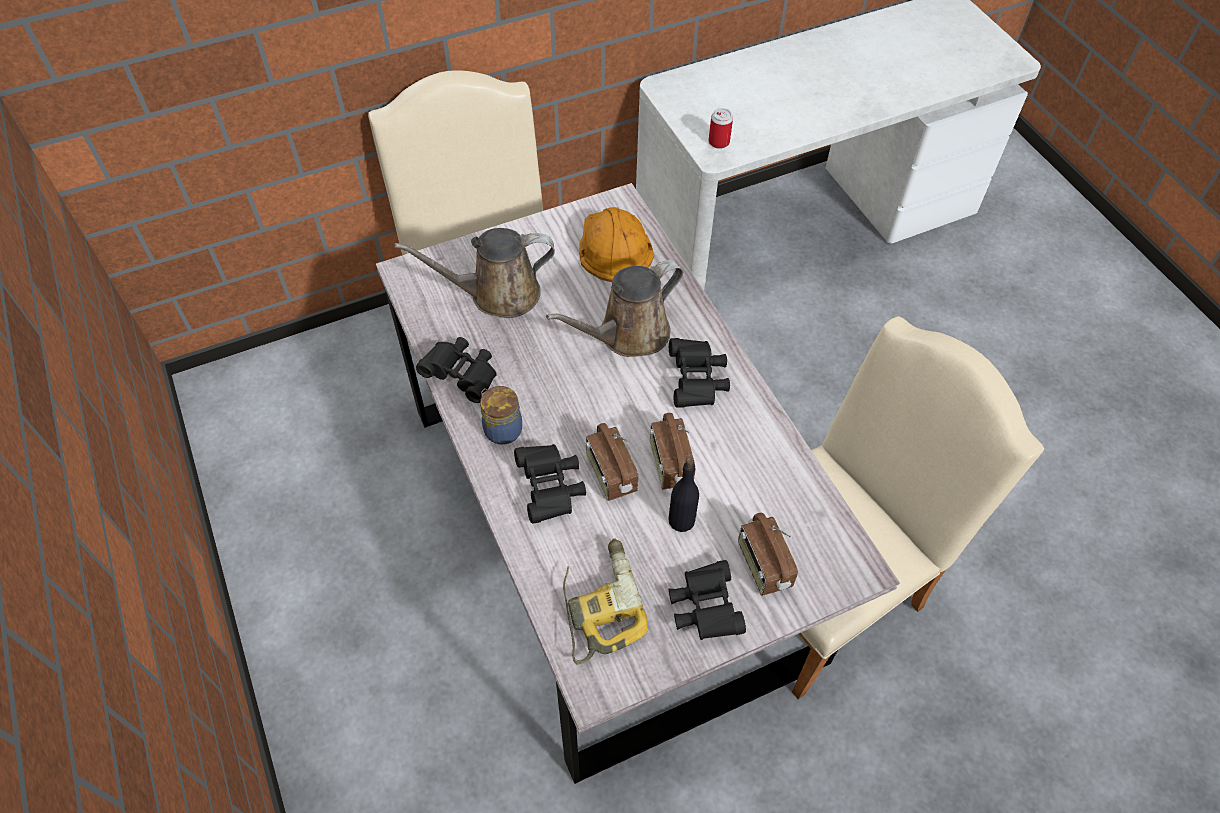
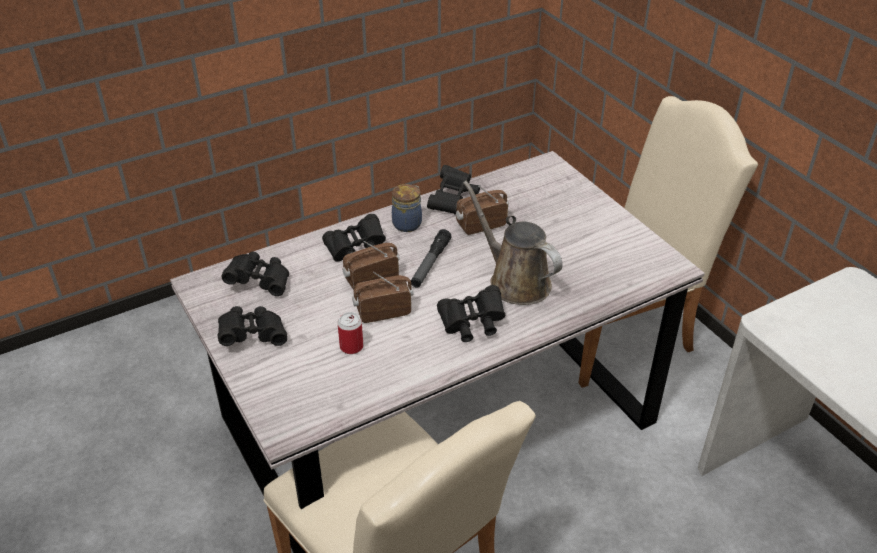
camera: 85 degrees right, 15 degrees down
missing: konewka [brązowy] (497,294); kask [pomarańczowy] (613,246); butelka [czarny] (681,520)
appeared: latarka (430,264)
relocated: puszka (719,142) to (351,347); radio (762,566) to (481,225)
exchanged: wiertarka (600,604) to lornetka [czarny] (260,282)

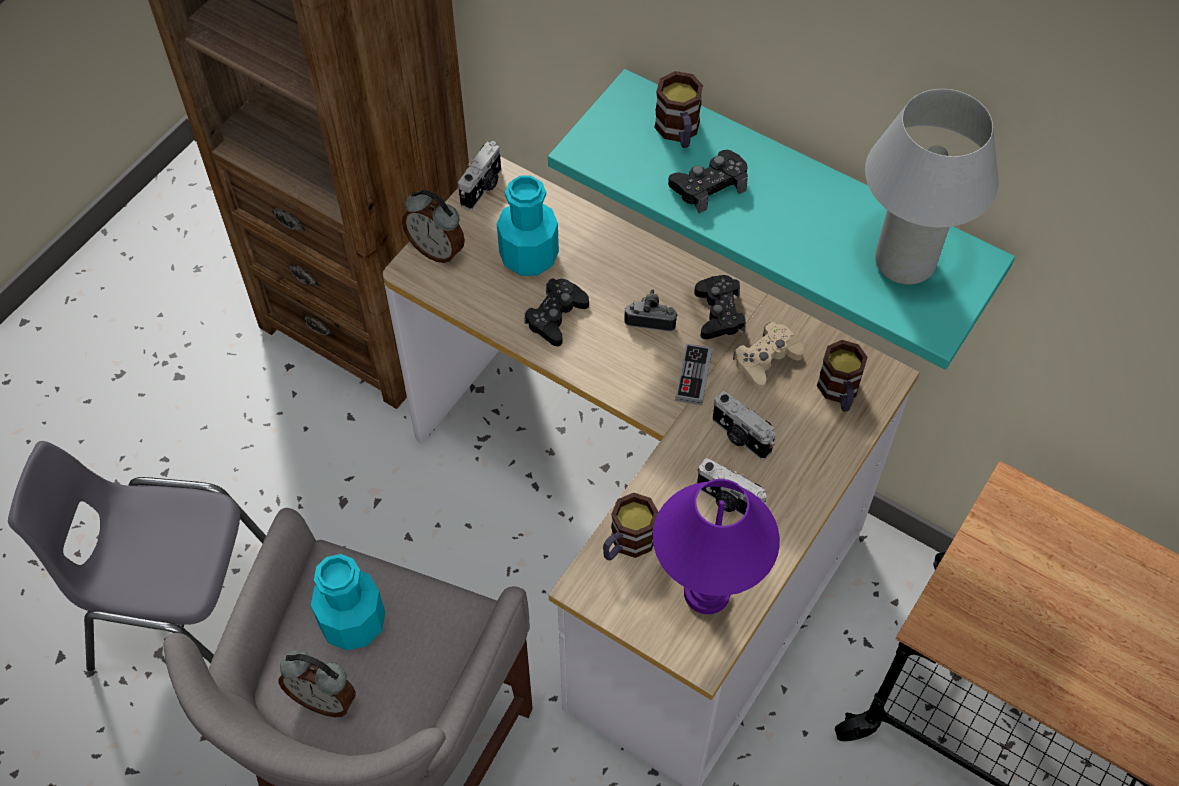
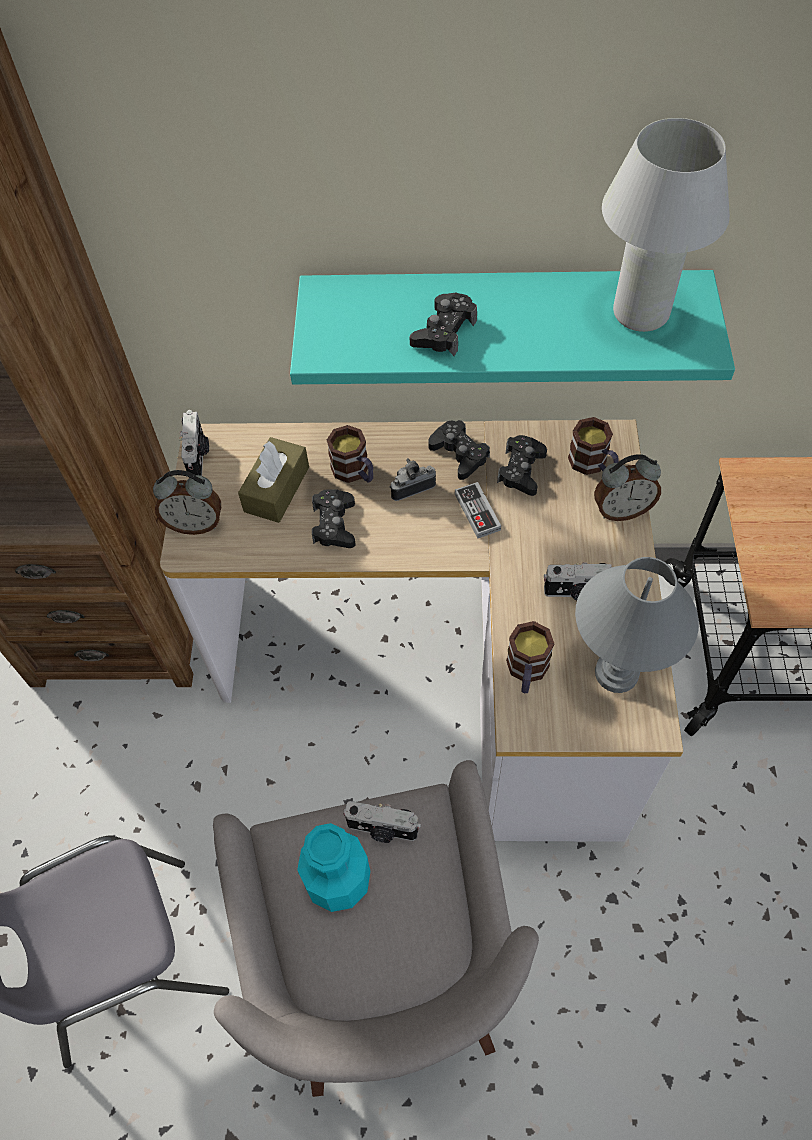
camera: 30 degrees left, 0 degrees up
relocated: kubek (679,132) to (355,472); aparat fotograficzny (740,437) to (382,830); budzik (324,698) to (621,510)
exchanged: butelka [turkusowy] (529,256) to pudełko chusteczek [brązowy] (276,489)
colour: pad do gier [beżowy] (766,360) to pad do gier [czarny] (521,470); lampa stołowa [fioletowy] (707,593) to lampa stołowa [szary] (617,673)

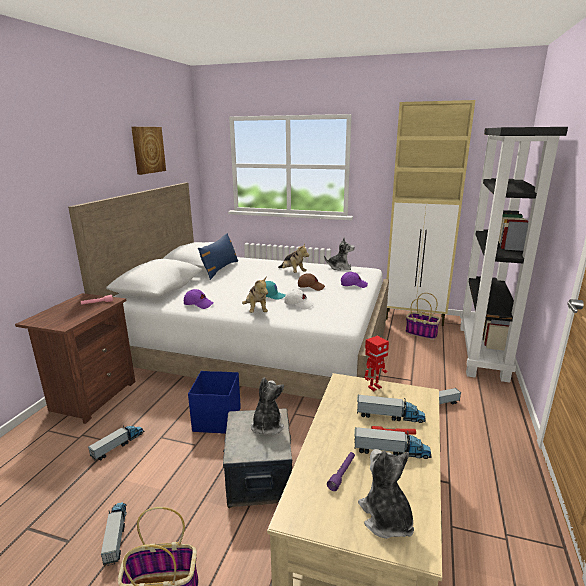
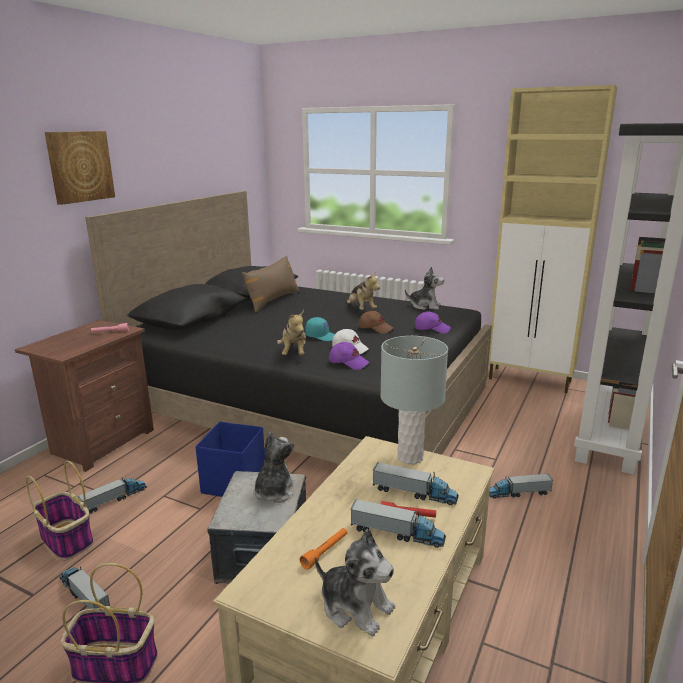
camera: 10 degrees right, 0 degrees up
relocated: koszyk (422,333) to (67,540); obraz (148,150) to (80,166); czapka z daszkiem [fioletowy] (198,304) to (349,363)
exchanged: robot zabawkowy (374,387) to lampa stołowa [szary] (410,457)
colour: łóżko [biały] (257,345) to łóżko [czarny] (310,399); poduszka [niebieski] (220,269) to poduszka [brązowy] (272,300); latarka [fioletowy] (342,474) to latarka [pomarańczowy] (325,552)
spun: ciężarówka zabawkowa (116,535) = (84,595) 45 degrees counterclockwise; pluszak (386,518) = (355,607) 135 degrees clockwise

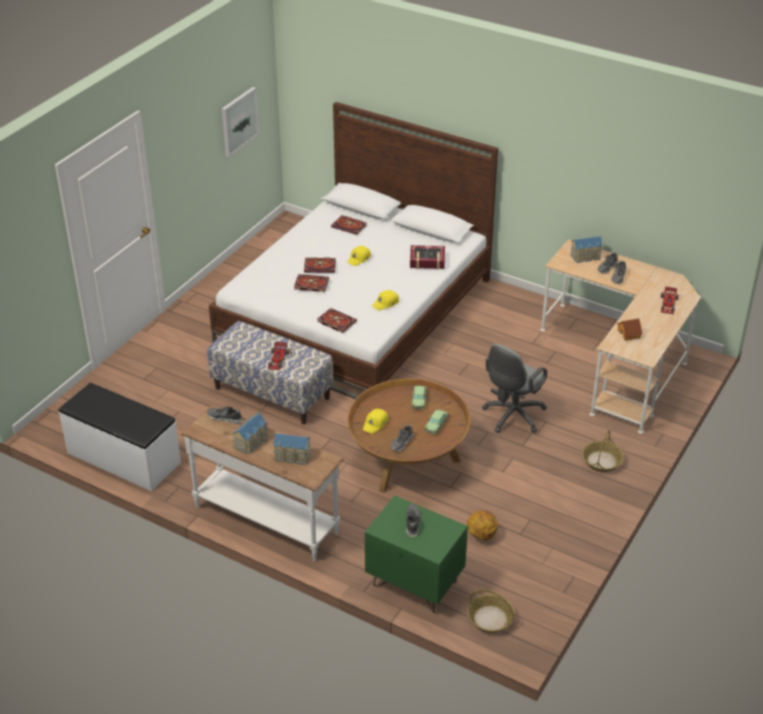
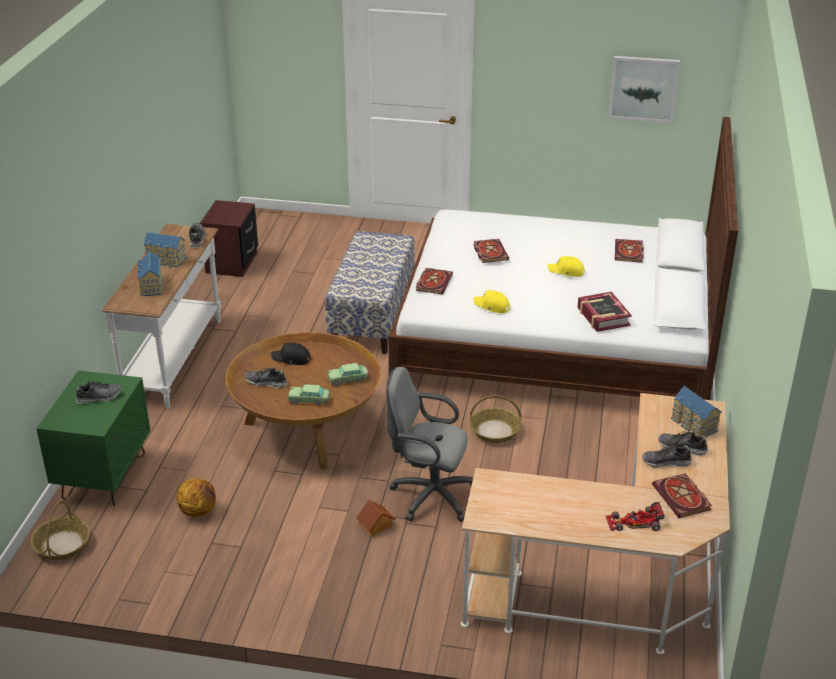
camera: 70 degrees right, 5 degrees down
missing: samochodzik (277,359)
relocated: domek (629,334) to (376,525); koszyk (602,461) to (494,431); książka (321,266) to (683,498)
exchanged: ławka [biały] (123,458) to szafka nocna [brązowy] (232,263)
colour: czapka z daszkiem [żółty] (375,424) to czapka z daszkiem [czarny] (291,359)

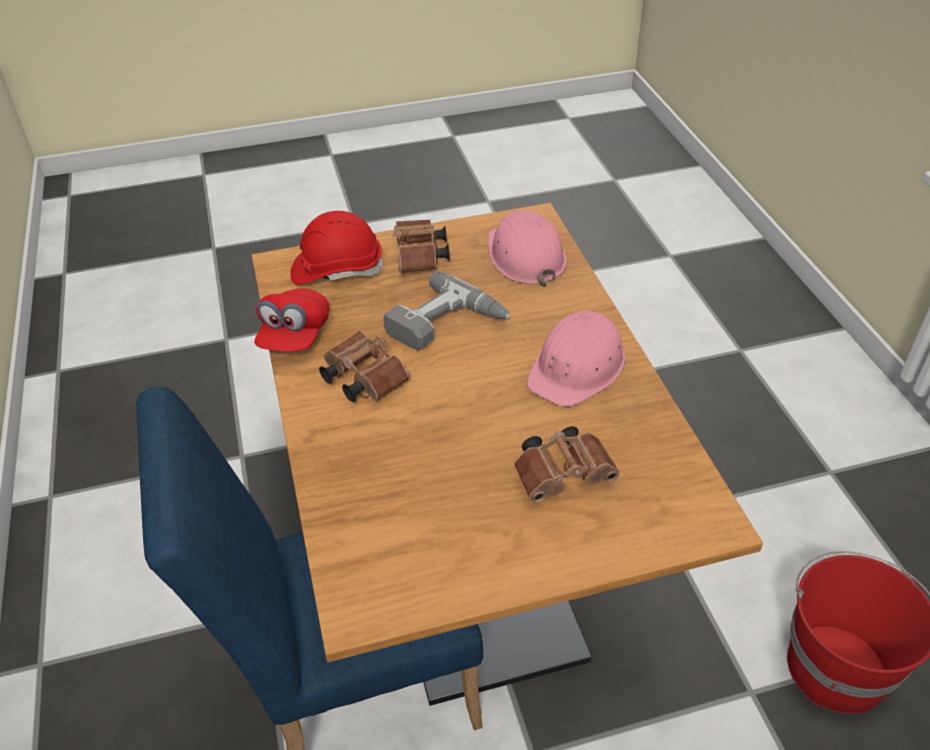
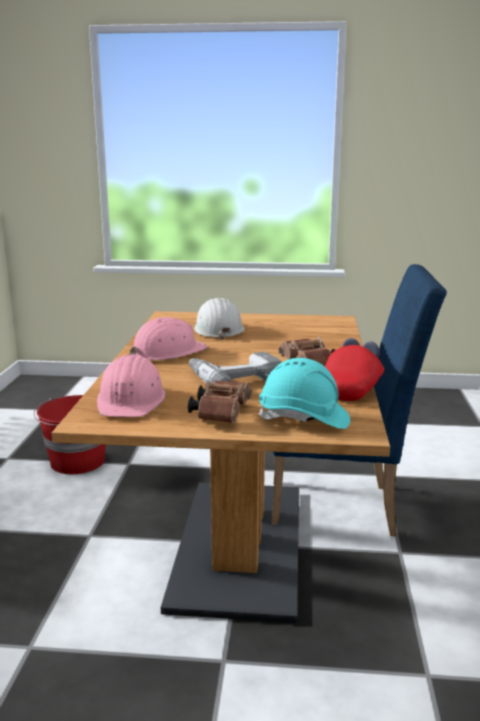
camera: 160 degrees left, 25 degrees down
exchanged: lornetka [brązowy] (565,475) to kask [biały] (218,329)
colour: kask [czerwony] (337,269) to kask [turkusowy] (304,419)

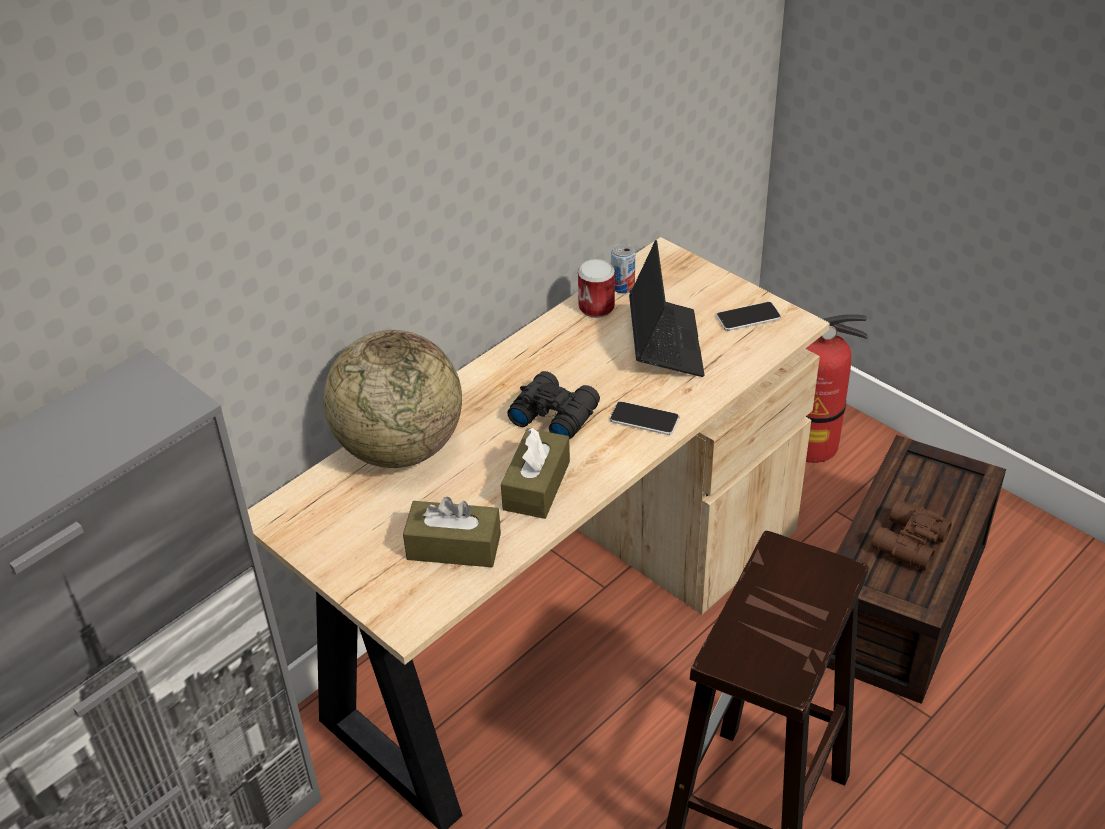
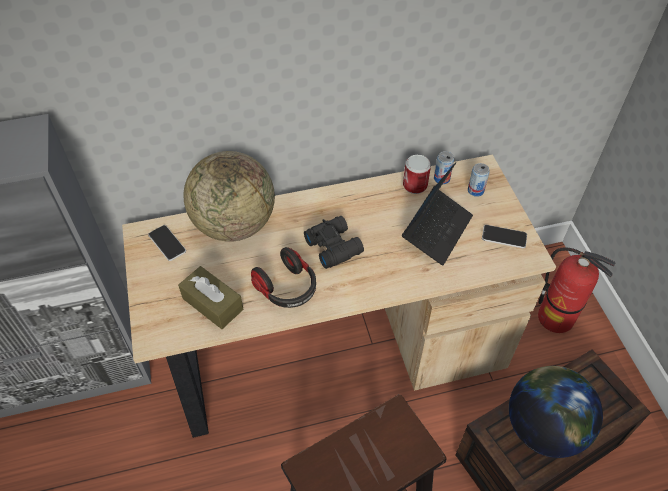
camera: 30 degrees right, 10 degrees up
appeared: puszka (475,190)
relocated: telefon (644,419) to (167,243)
exchanged: pudełko chusteczek [brązowy] (536,485) to słuchawki (287,288); lornetka [brązowy] (907,543) to globus (543,427)

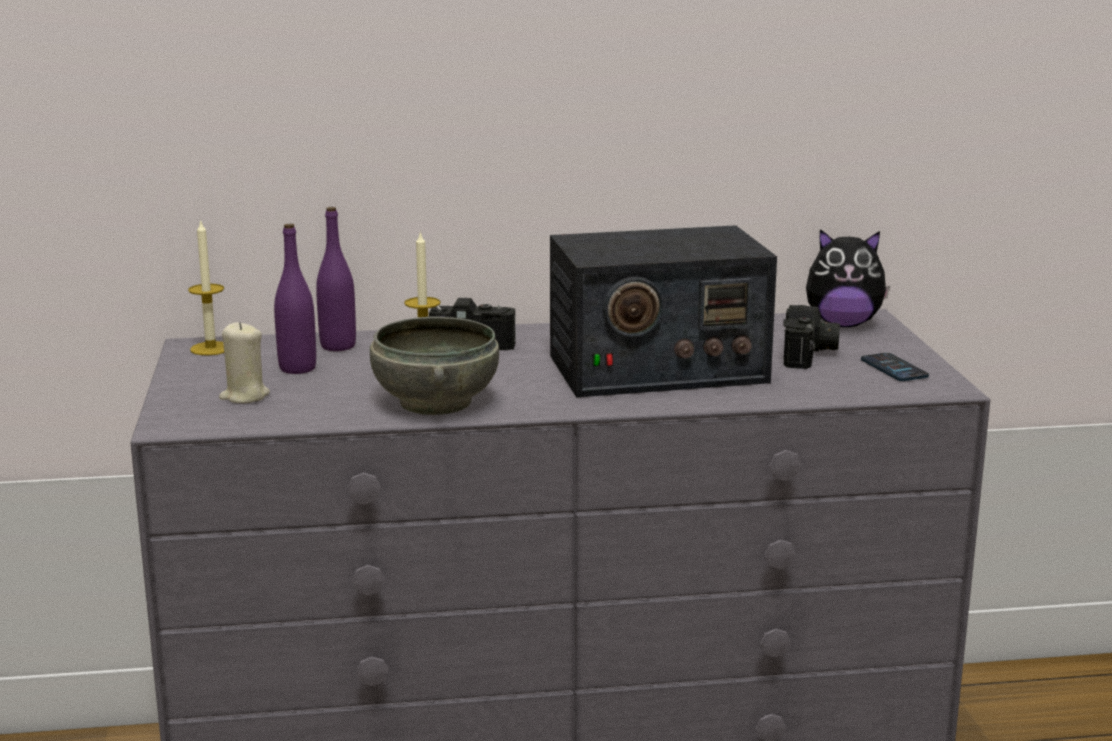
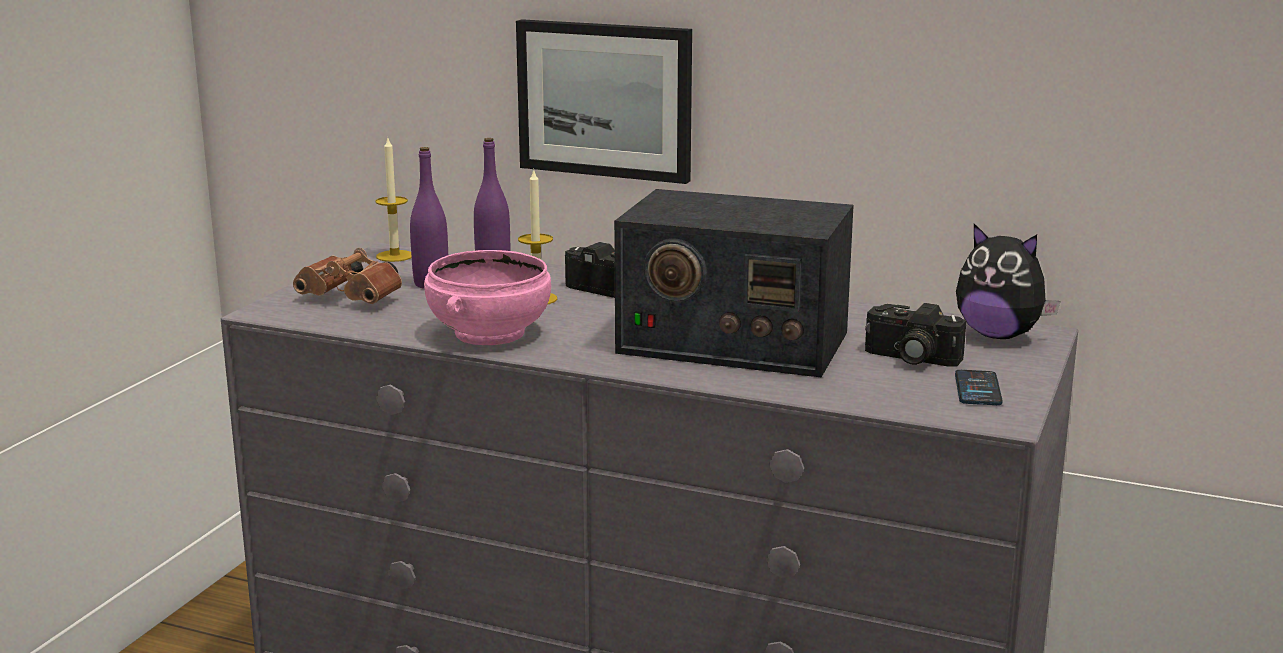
camera: 30 degrees right, 0 degrees up
appeared: obraz (605,99)
exchanged: świeca [beżowy] (244,396) to lornetka [brązowy] (354,299)
colour: miska [szary] (434,402) to miska [różowy] (488,333)
spun: aparat fotograficzny (810,355) = (909,358) 75 degrees clockwise

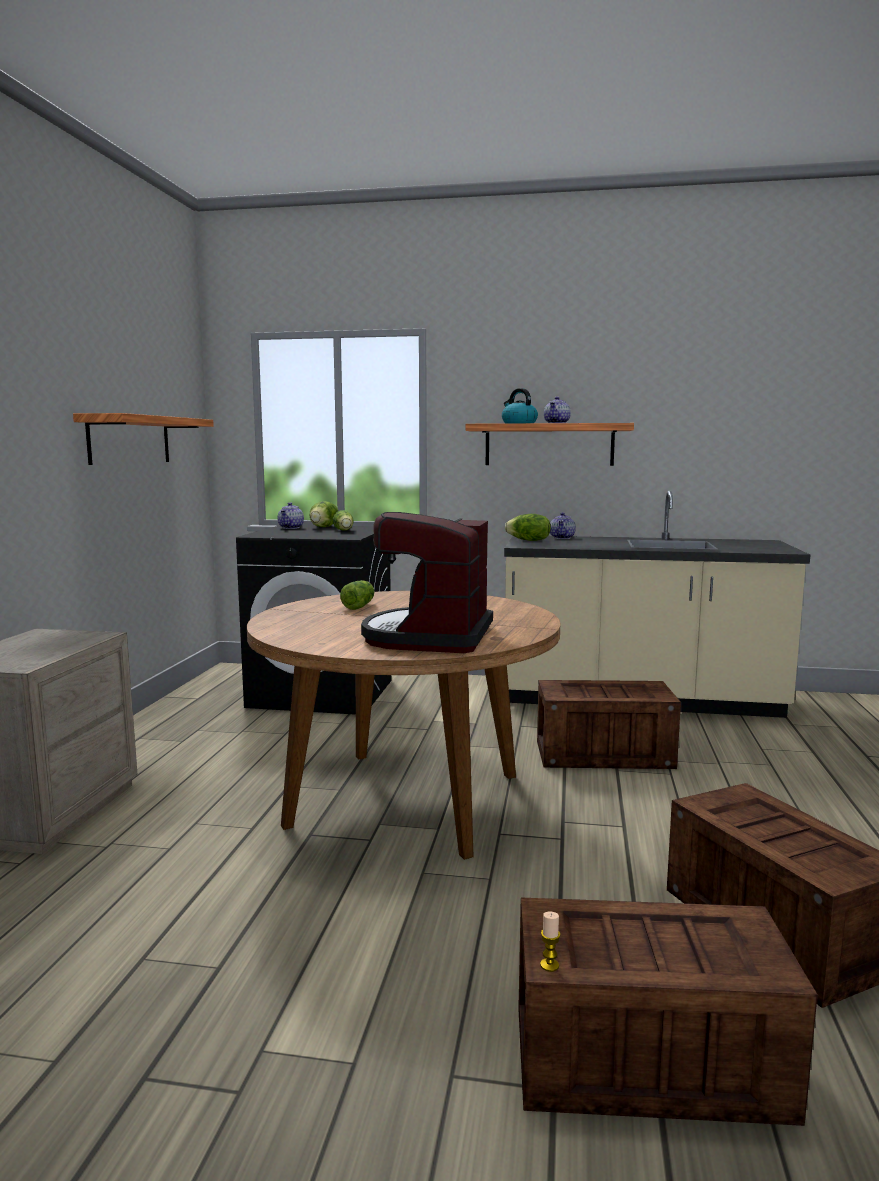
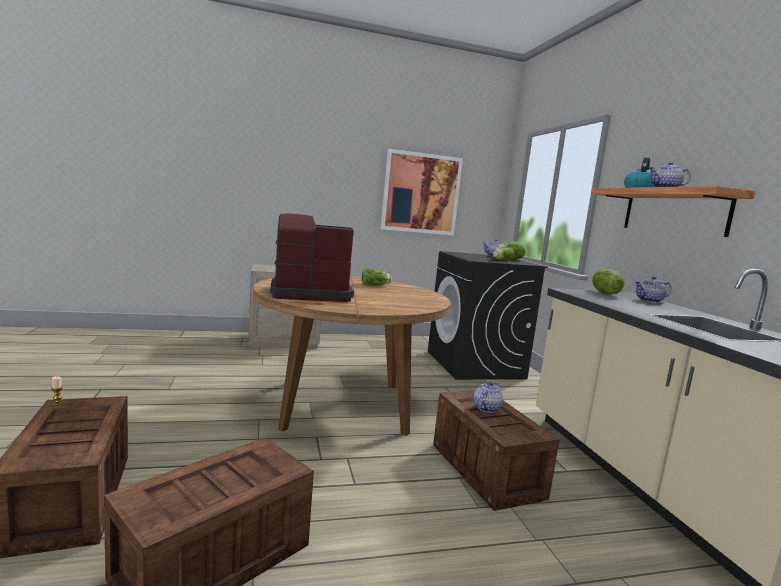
camera: 65 degrees right, 0 degrees up
appeared: imbryk (486,408)
exchanged: półka (130,440) to obraz (421,193)

